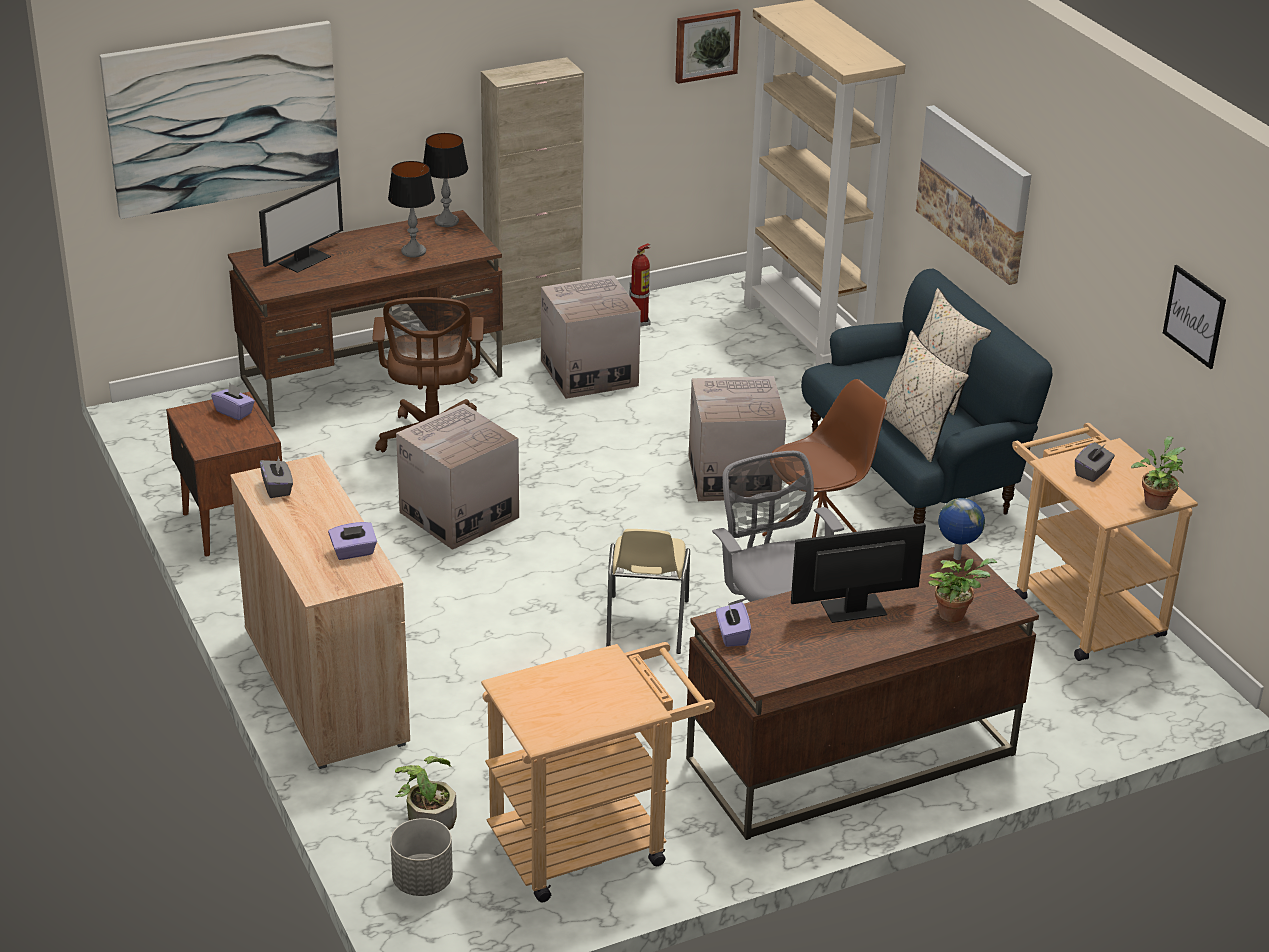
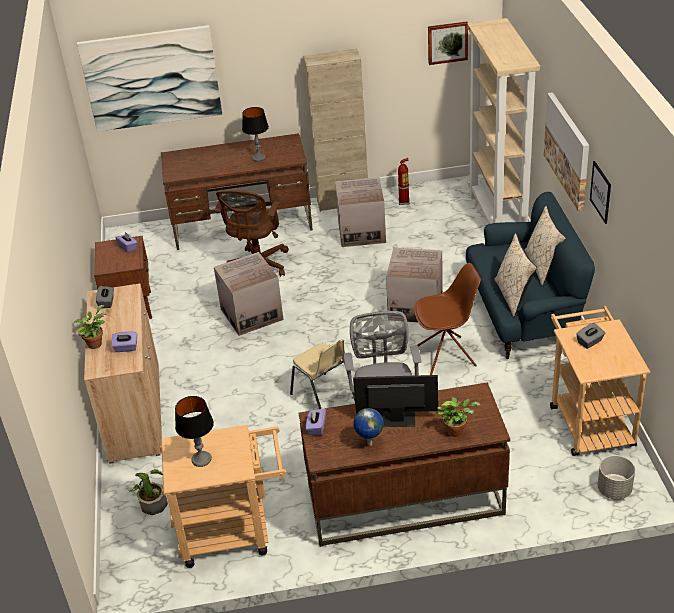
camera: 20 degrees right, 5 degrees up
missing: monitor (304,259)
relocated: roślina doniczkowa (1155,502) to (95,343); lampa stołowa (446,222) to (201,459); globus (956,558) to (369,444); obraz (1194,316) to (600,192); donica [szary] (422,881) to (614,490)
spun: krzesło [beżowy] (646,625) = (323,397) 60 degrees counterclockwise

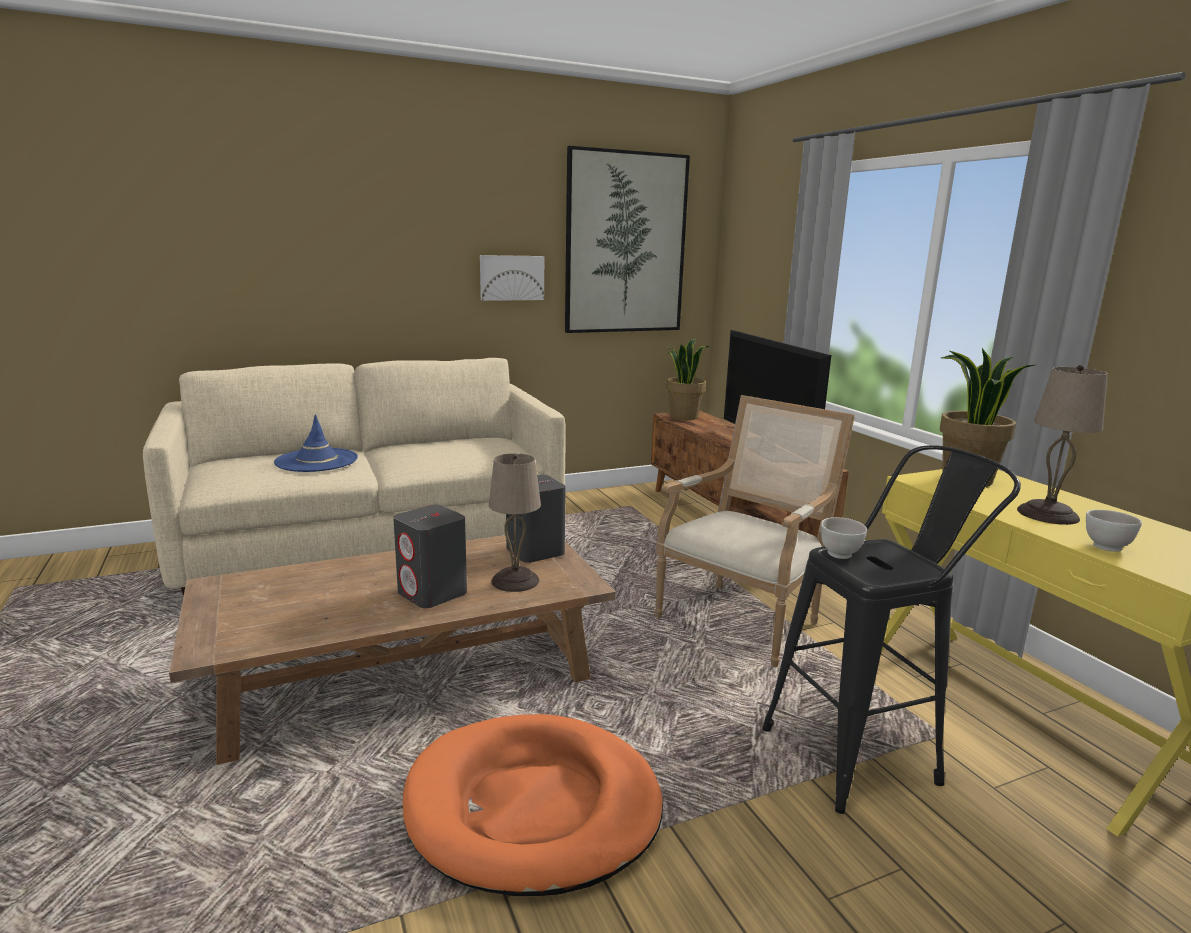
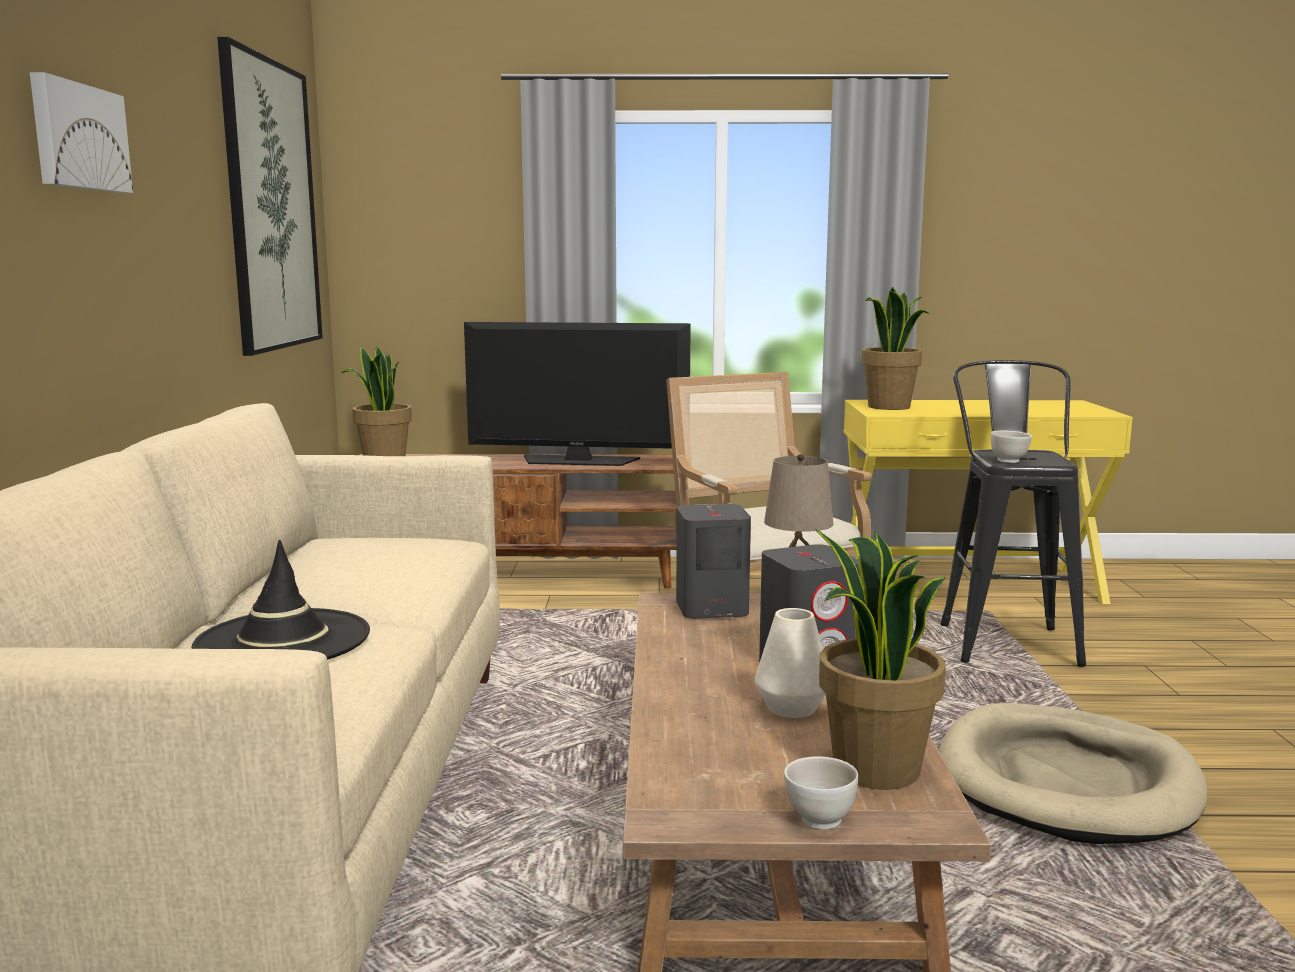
camera: 65 degrees left, 5 degrees down
missing: lampa stołowa [beżowy] (1047,514)
appeared: wazon [biały] (791,708); roślina doniczkowa (874,769)
relocated: obraz (511,277) to (77,137); miska [biały] (1106,547) to (819,820)
colour: kapelusz [niebieski] (316,460) to kapelusz [czarny] (282,640); legowisko [pomarańczowy] (533,807) to legowisko [beżowy] (1067,782)

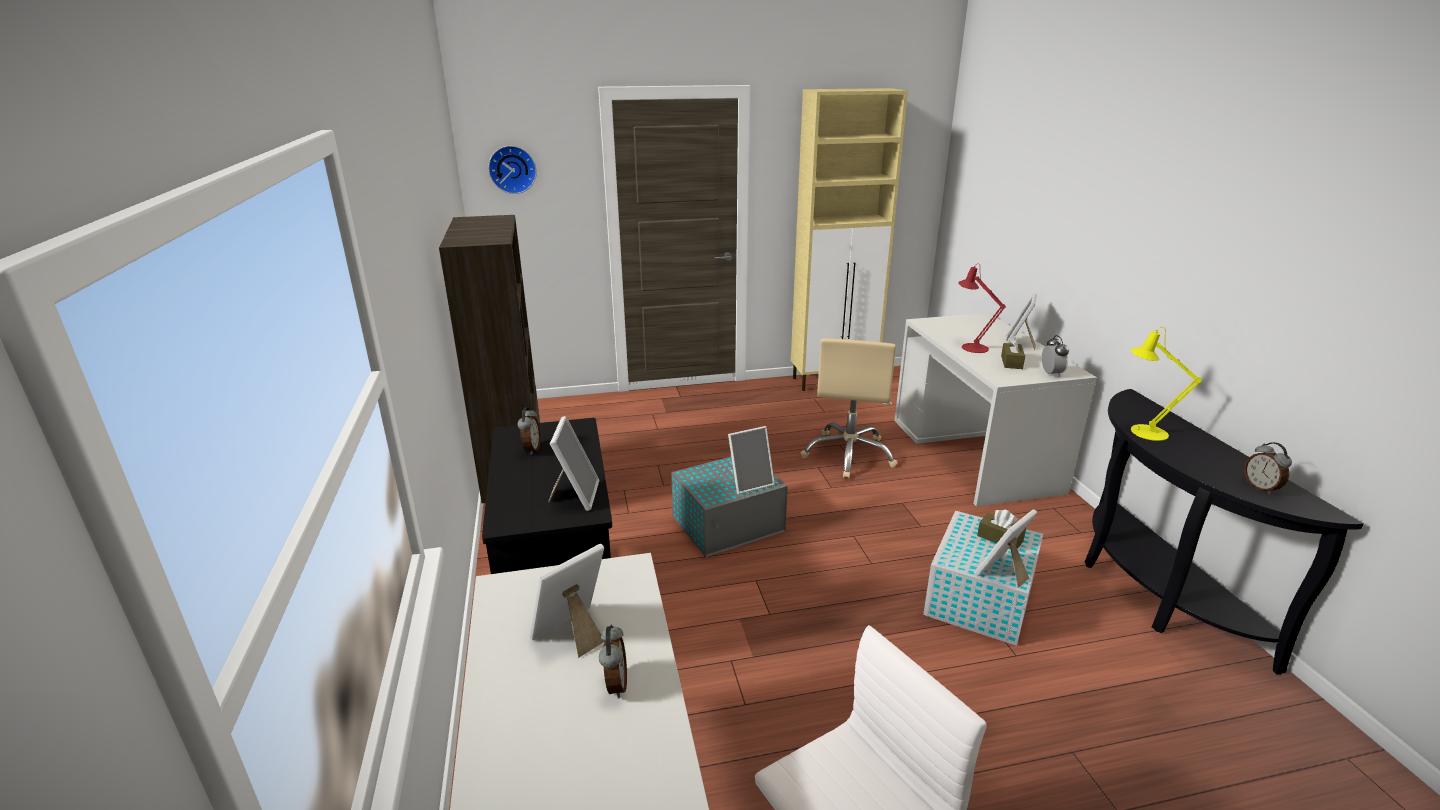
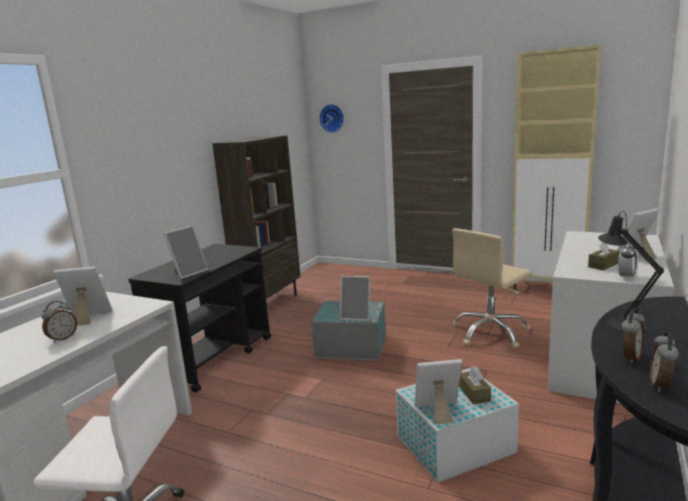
camera: 40 degrees right, 10 degrees down
missing: lampa stołowa [czerwony] (971,347)
relocated: budzik (531,449) to (630,358)
colour: lampa stołowa [żółty] (1143,431) to lampa stołowa [czarny] (621,323)

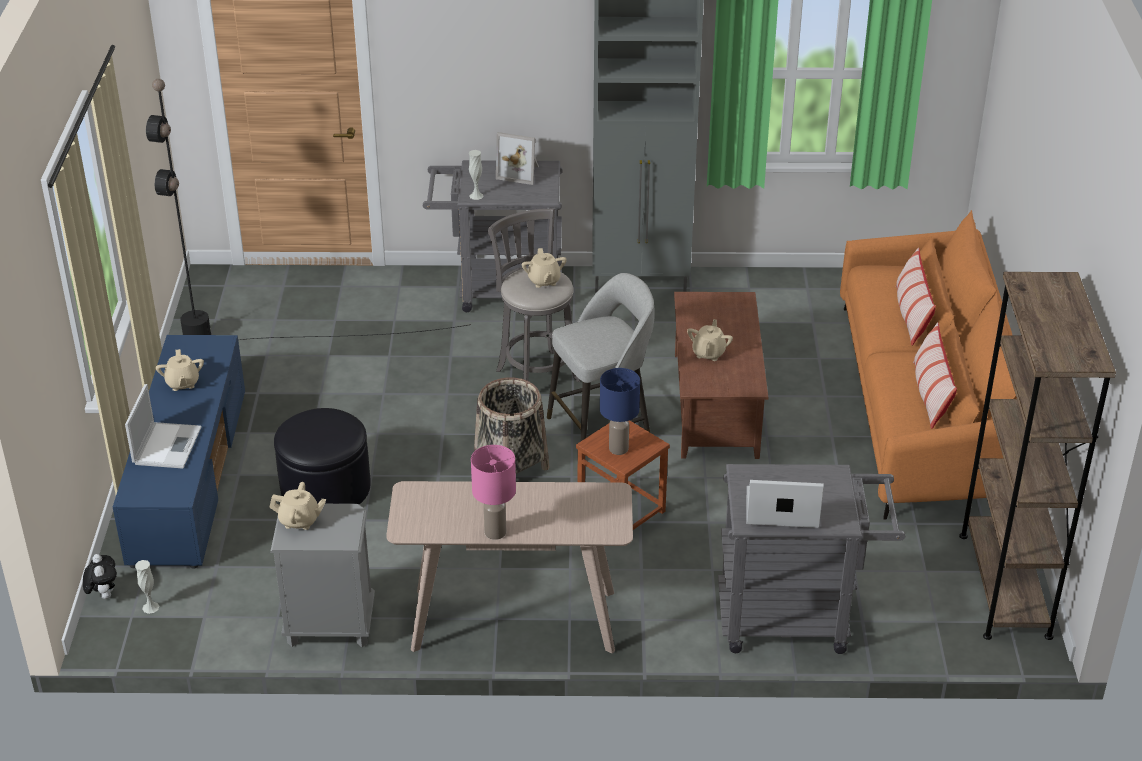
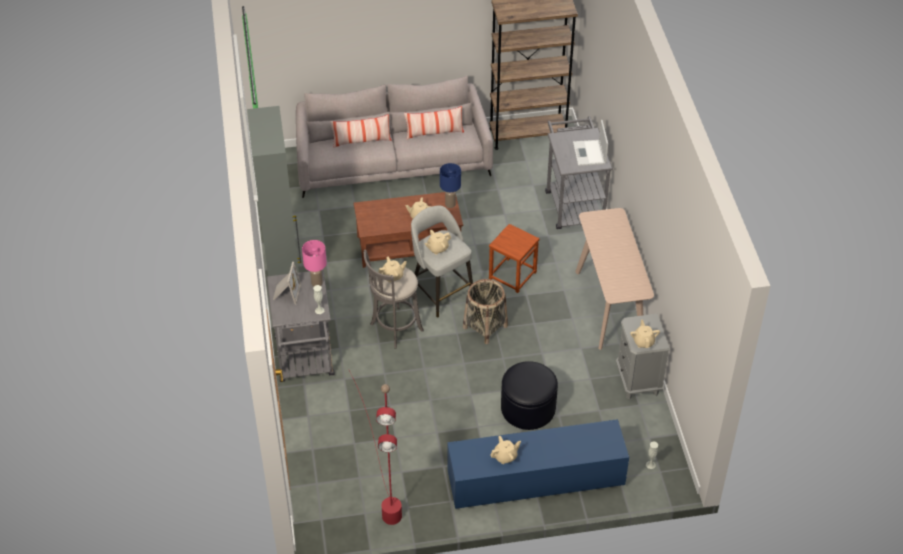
camera: 100 degrees left, 10 degrees up
missing: pluszak (103,595); laptop (167,445)
appeared: imbryk [beżowy] (437,248)
relocated: lampa stołowa [różowy] (494,532) to (316,283); lampa stołowa [niebieski] (619,448) to (450,204)
colour: kanapa [pomarańczowy] (925,407) to kanapa [szary] (392,162); lampa stojąca [czarny] (275,337) to lampa stojąca [czerwony] (380,472)

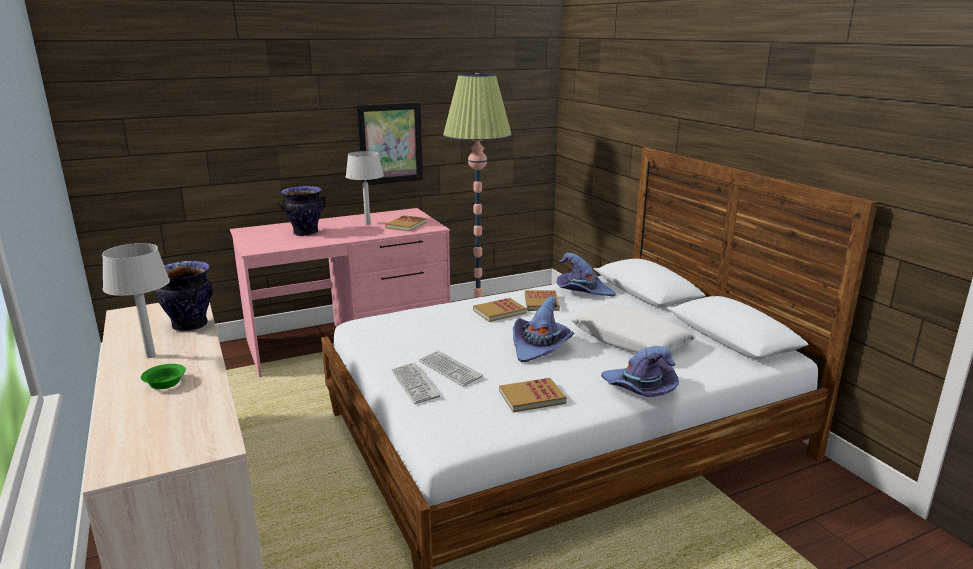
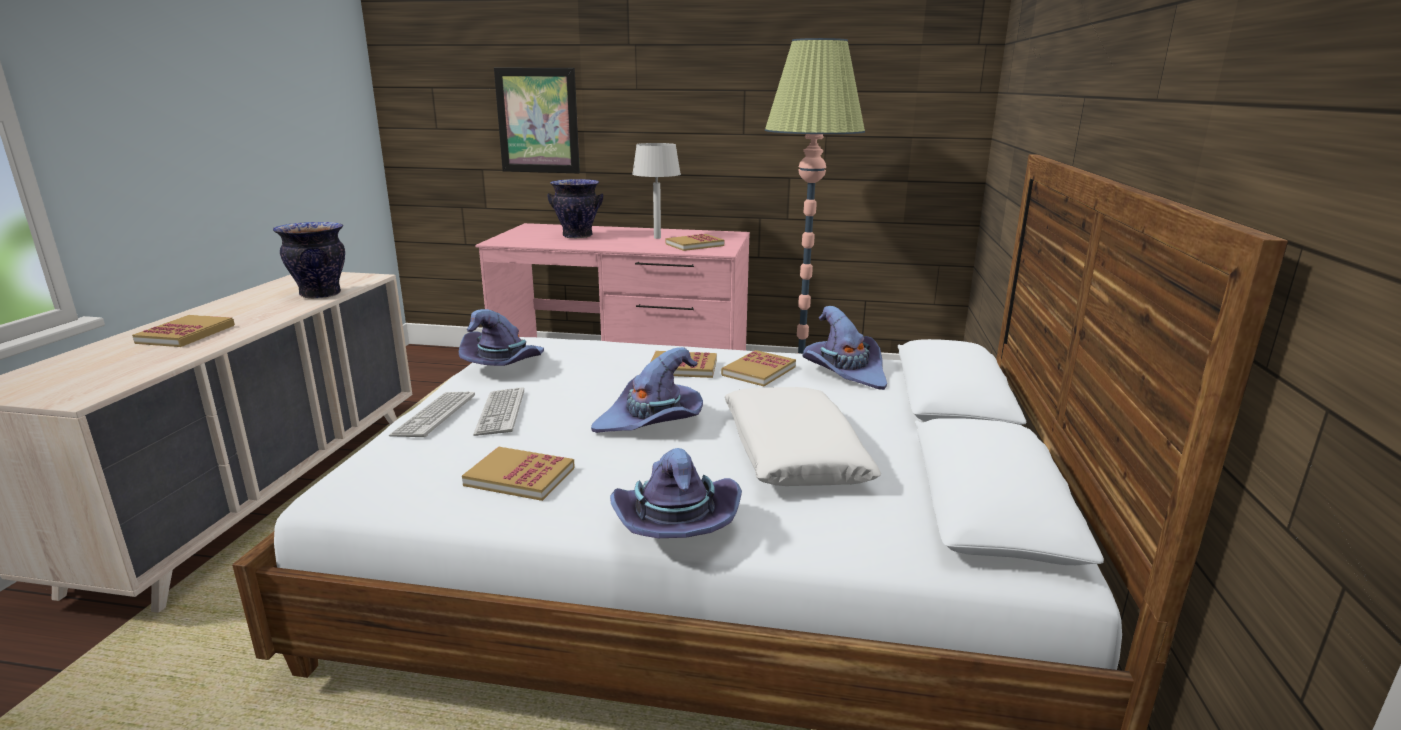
camera: 35 degrees right, 0 degrees up
missing: lampa stołowa [szary] (150,356)
appeared: kapelusz [fioletowy] (504,364)
relocated: obraz (390,143) to (538,121)
exchanged: miska [zielony] (164,384) to książka (186,334)

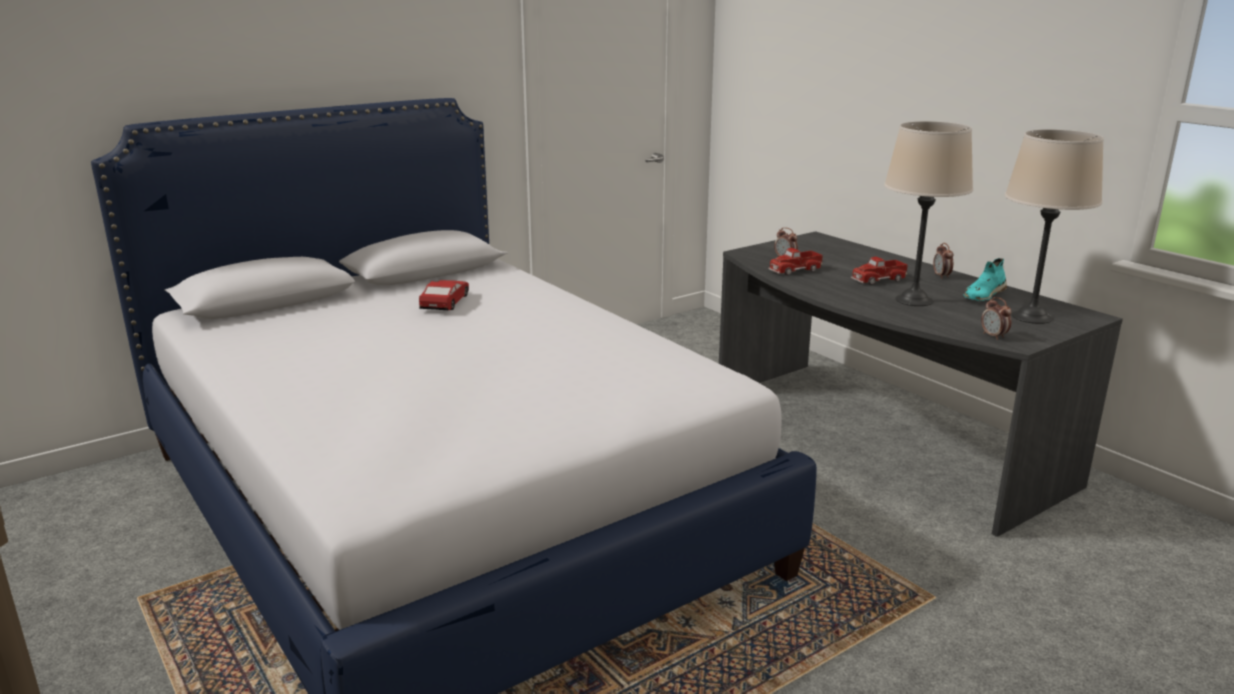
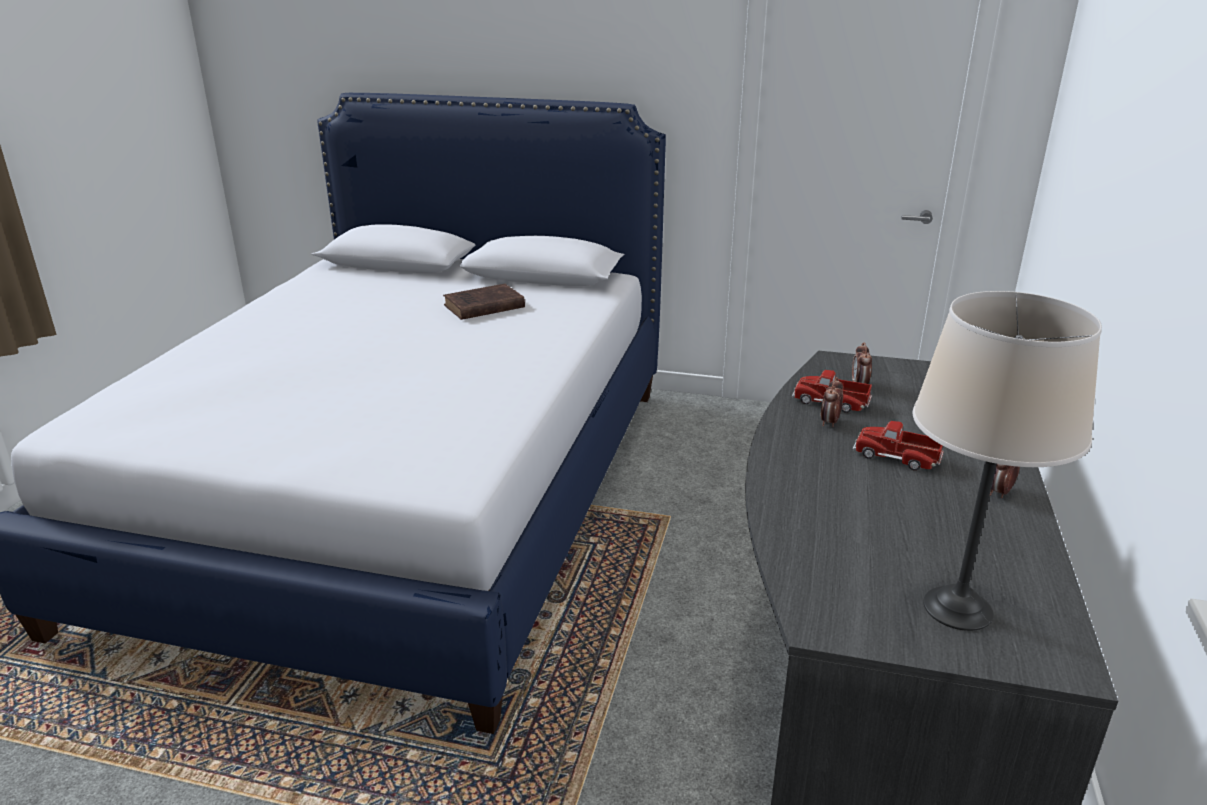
camera: 50 degrees right, 5 degrees up
missing: lampa stołowa [beżowy] (913,300); but [turkusowy] (983,295)
relocated: budzik (993,336) to (829,422)
exchanged: samochodzik (445,302) to książka [brązowy] (482,307)

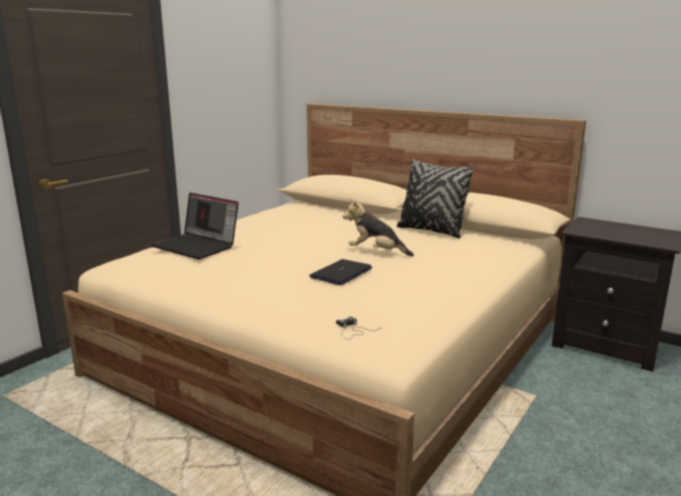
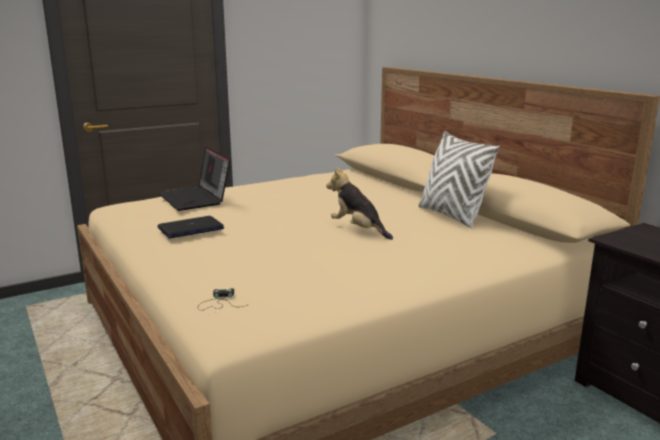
camera: 25 degrees right, 0 degrees up
relocated: laptop (341,273) to (191,228)
colour: poduszka [czarny] (431,231) to poduszka [biały] (452,216)

